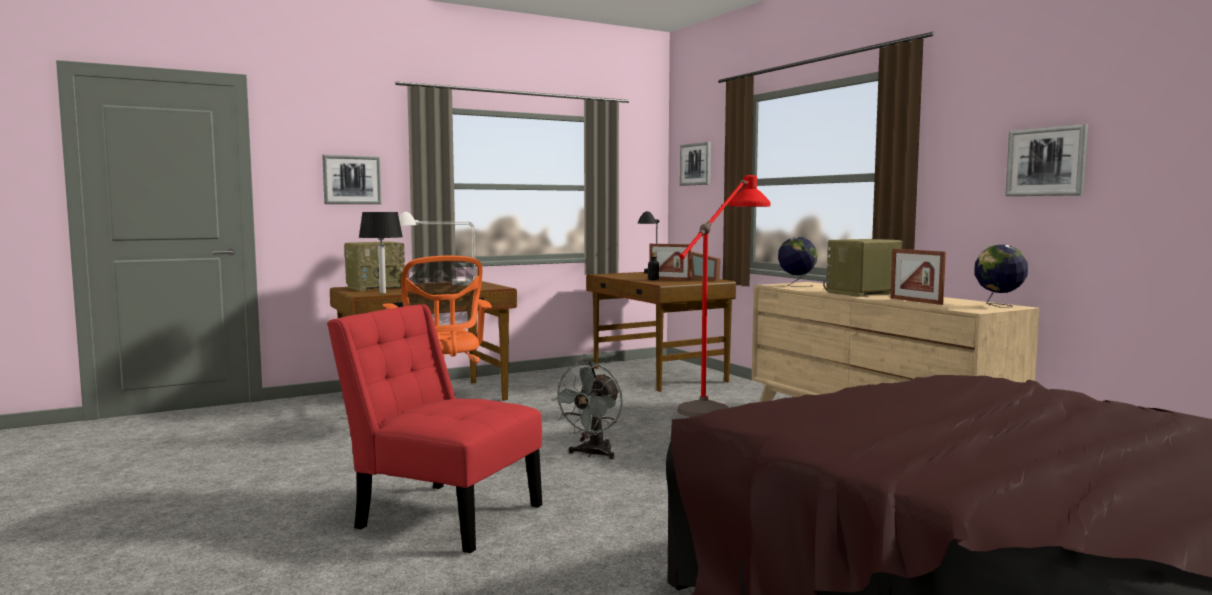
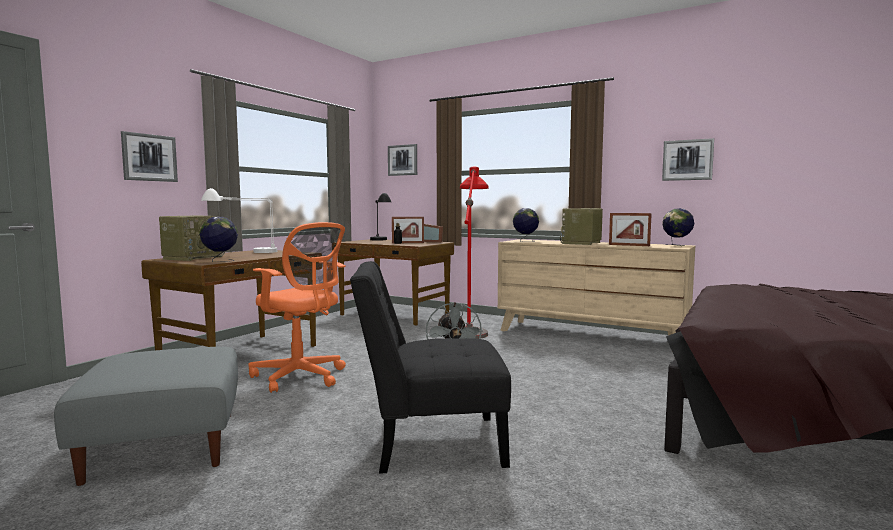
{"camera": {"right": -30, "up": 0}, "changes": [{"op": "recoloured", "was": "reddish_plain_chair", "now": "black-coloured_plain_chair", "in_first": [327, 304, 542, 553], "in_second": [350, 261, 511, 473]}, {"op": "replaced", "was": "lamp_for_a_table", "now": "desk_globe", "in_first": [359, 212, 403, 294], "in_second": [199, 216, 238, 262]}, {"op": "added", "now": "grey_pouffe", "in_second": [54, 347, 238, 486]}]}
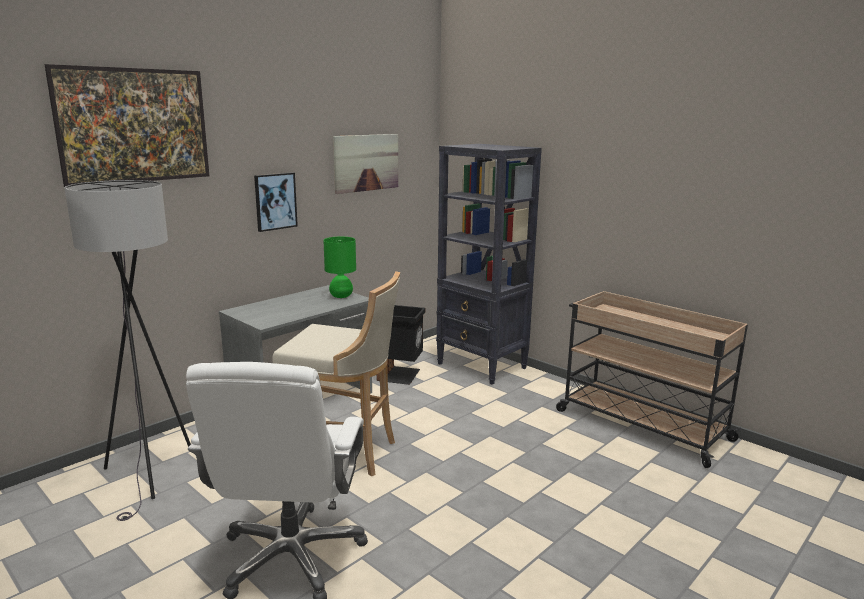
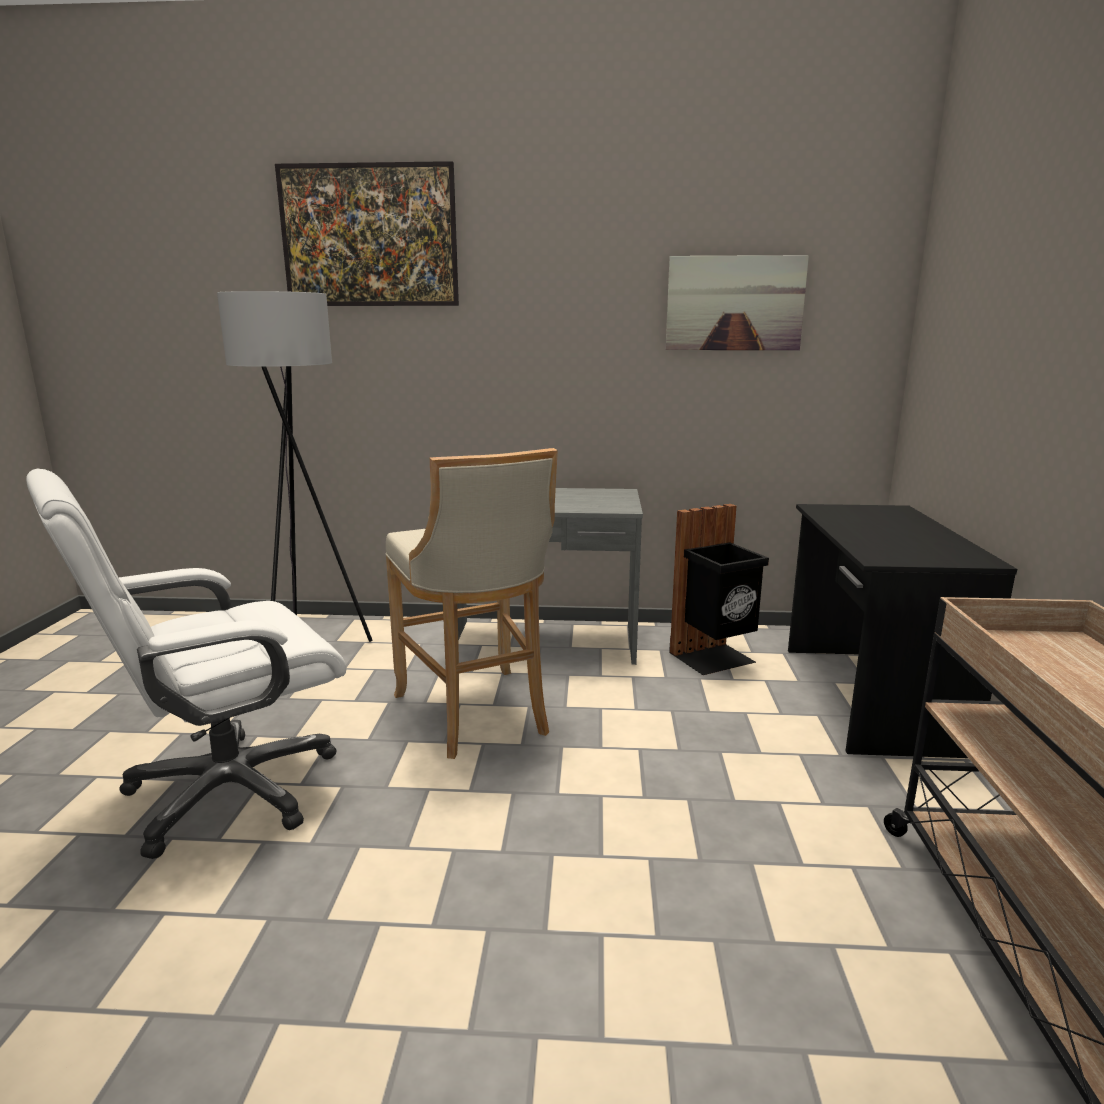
{"camera": {"right": 50, "up": 0}, "changes": [{"op": "removed", "was": "wall_picture", "in_first": [254, 172, 298, 232]}, {"op": "removed", "was": "greenish_lamp_for_a_table", "in_first": [323, 237, 356, 298]}, {"op": "replaced", "was": "black-coloured_bookcase", "now": "black-coloured_desk_table", "in_first": [436, 144, 542, 384], "in_second": [788, 504, 1017, 758]}]}
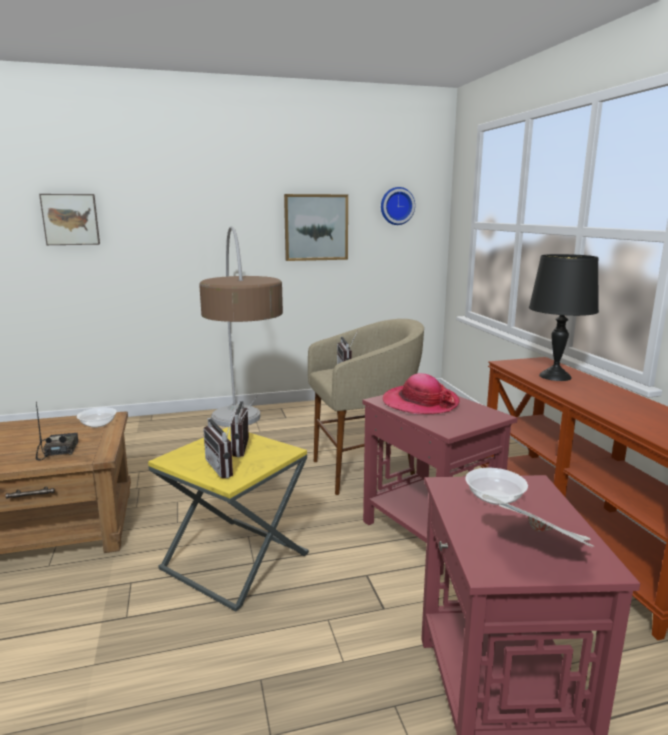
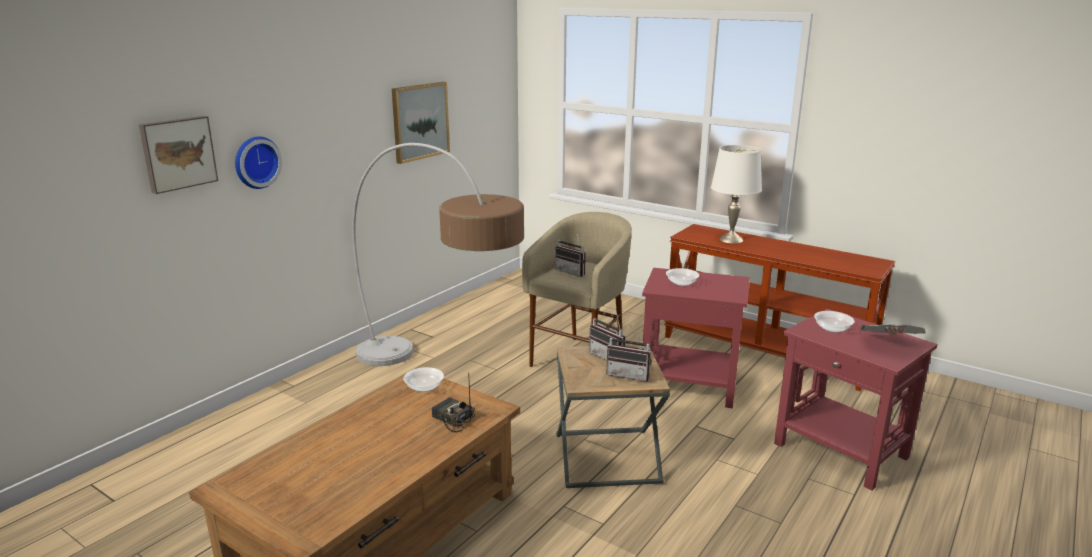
{"camera": {"right": -40, "up": 5}, "changes": [{"op": "recoloured", "was": "yellowish_side_table", "now": "brown_side_table", "in_first": [148, 427, 309, 611], "in_second": [556, 344, 670, 488]}, {"op": "moved", "was": "hanging_clock", "in_first": [381, 187, 415, 225], "in_second": [235, 136, 282, 189]}, {"op": "replaced", "was": "hat", "now": "bowl", "in_first": [383, 373, 460, 414], "in_second": [666, 268, 699, 286]}, {"op": "recoloured", "was": "black-coloured_lamp_for_a_table", "now": "whitish_lamp_for_a_table", "in_first": [529, 254, 599, 381], "in_second": [711, 145, 762, 244]}]}
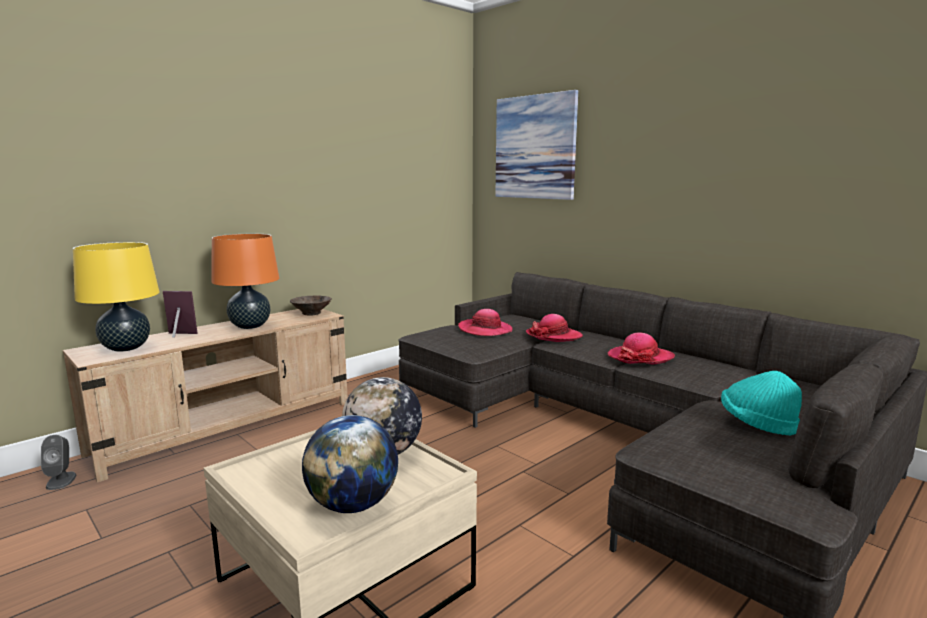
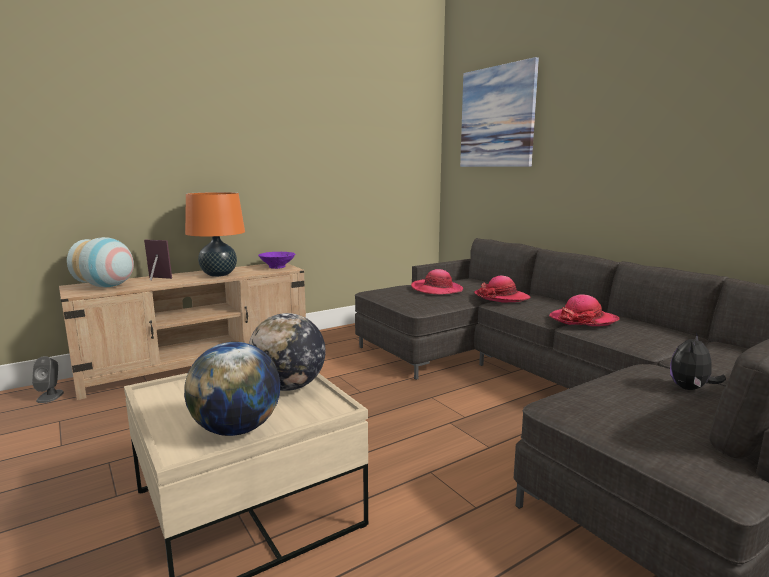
{"camera": {"right": 10, "up": 0}, "changes": [{"op": "replaced", "was": "yellowish_lamp_for_a_table", "now": "vase", "in_first": [73, 242, 159, 352], "in_second": [67, 237, 134, 287]}, {"op": "recoloured", "was": "brown_bowl", "now": "purple_bowl", "in_first": [290, 296, 332, 316], "in_second": [258, 252, 295, 269]}, {"op": "replaced", "was": "blue-green_hat", "now": "cuddly_toy", "in_first": [721, 371, 802, 436], "in_second": [670, 332, 726, 390]}]}
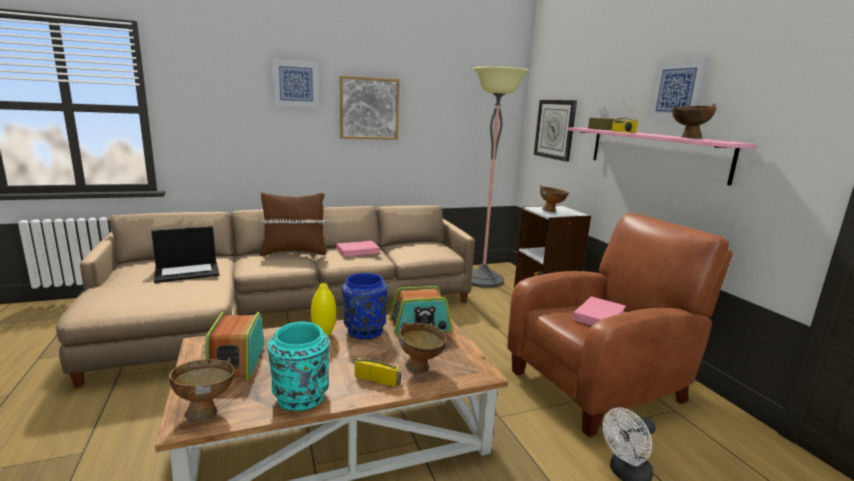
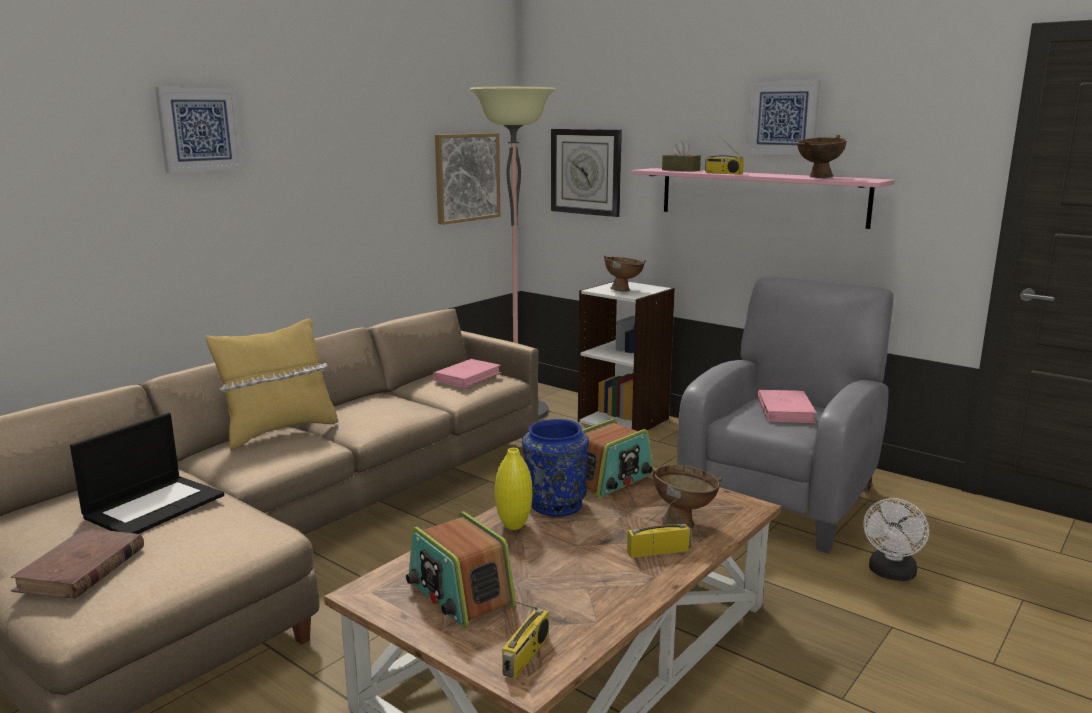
{"camera": {"right": -30, "up": 0}, "changes": [{"op": "replaced", "was": "brown_bowl", "now": "radio_receiver", "in_first": [169, 358, 235, 421], "in_second": [502, 599, 549, 679]}, {"op": "recoloured", "was": "brown_pillow", "now": "yellowish_pillow", "in_first": [260, 192, 326, 256], "in_second": [206, 319, 337, 450]}, {"op": "removed", "was": "blue-green_vase", "in_first": [268, 322, 330, 411]}, {"op": "moved", "was": "pink_volume", "in_first": [336, 241, 380, 257], "in_second": [433, 359, 502, 388]}, {"op": "moved", "was": "wall_picture", "in_first": [340, 76, 400, 140], "in_second": [435, 133, 500, 225]}, {"op": "recoloured", "was": "brown_armchair", "now": "grey_armchair", "in_first": [507, 213, 733, 437], "in_second": [677, 276, 893, 553]}, {"op": "added", "now": "brown_volume", "in_second": [11, 528, 144, 599]}]}
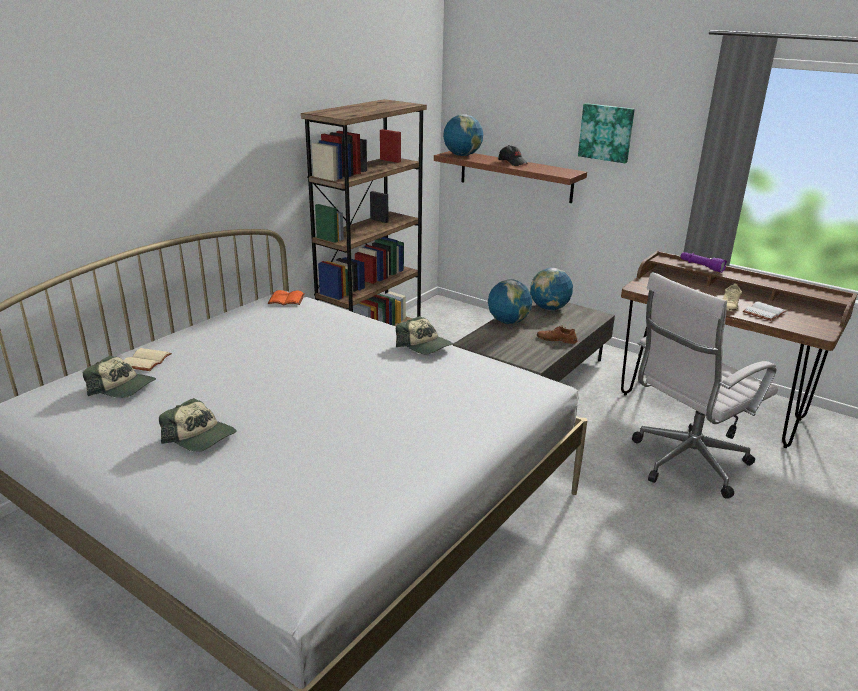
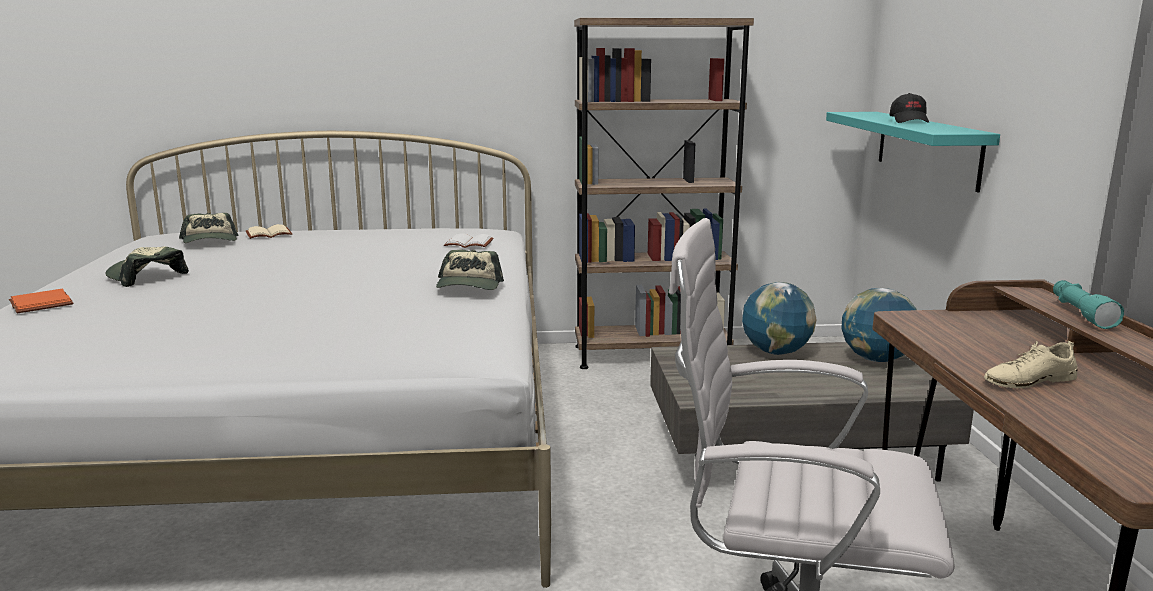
{"camera": {"right": 50, "up": -10}, "changes": [{"op": "turned", "was": "cap", "in_first": [159, 398, 236, 452], "in_second": [105, 246, 189, 287], "clockwise": 135}, {"op": "moved", "was": "orange_volume", "in_first": [267, 290, 305, 305], "in_second": [9, 289, 73, 313]}, {"op": "recoloured", "was": "brown_shelf", "now": "blue-green_shelf", "in_first": [434, 151, 587, 203], "in_second": [826, 112, 1000, 192]}, {"op": "removed", "was": "desk_globe", "in_first": [443, 114, 484, 156]}, {"op": "removed", "was": "brown_item_of_footwear", "in_first": [537, 326, 577, 344]}, {"op": "removed", "was": "wall_picture", "in_first": [578, 103, 635, 163]}, {"op": "recoloured", "was": "purple_hand_torch", "now": "blue-green_hand_torch", "in_first": [680, 252, 727, 273], "in_second": [1053, 280, 1124, 329]}, {"op": "moved", "was": "whitish_volume", "in_first": [743, 302, 786, 321], "in_second": [444, 233, 494, 248]}]}
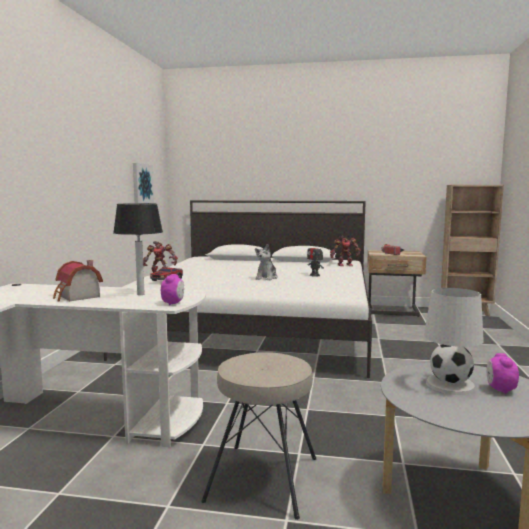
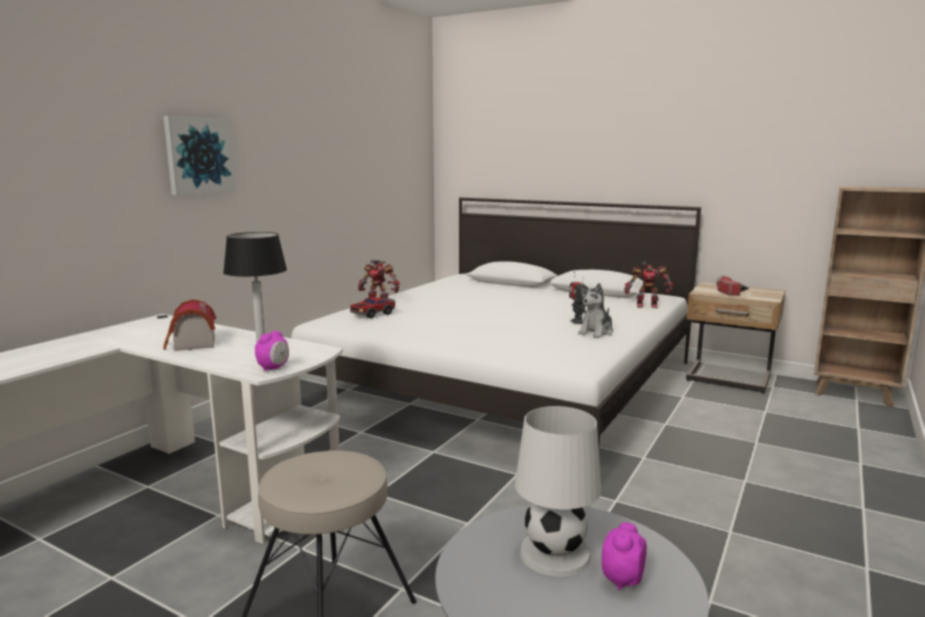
{"camera": {"right": 20, "up": 5}, "changes": [{"op": "moved", "was": "wall_picture", "in_first": [133, 163, 154, 203], "in_second": [163, 116, 236, 195]}, {"op": "moved", "was": "cuddly_toy", "in_first": [255, 244, 278, 280], "in_second": [578, 283, 613, 338]}]}
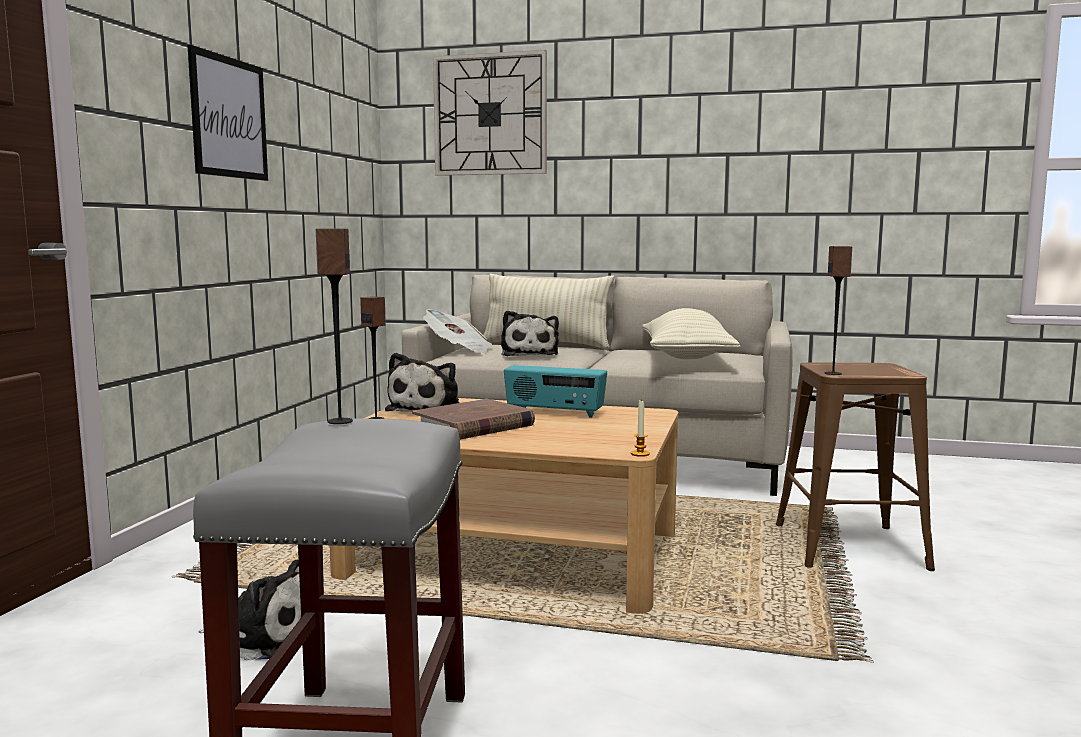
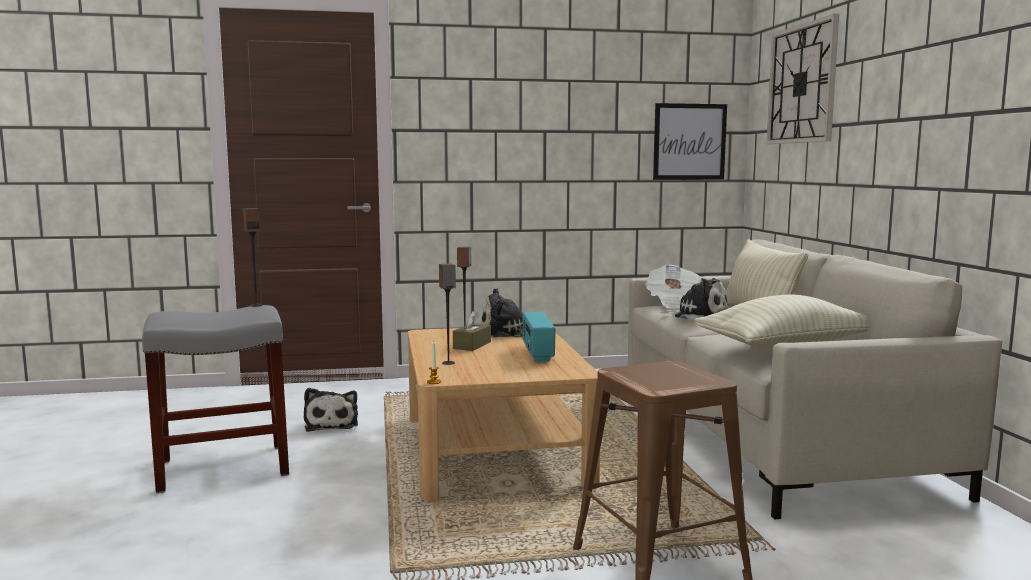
{"camera": {"right": 65, "up": 0}, "changes": [{"op": "moved", "was": "wall_picture", "in_first": [187, 45, 268, 181], "in_second": [653, 103, 727, 180]}, {"op": "replaced", "was": "brown_volume", "now": "brown_tissue_box", "in_first": [412, 399, 535, 440], "in_second": [453, 311, 491, 351]}, {"op": "turned", "was": "cuddly_toy", "in_first": [501, 310, 559, 356], "in_second": [660, 278, 728, 320], "clockwise": -120}, {"op": "moved", "was": "audio_speaker", "in_first": [825, 246, 852, 375], "in_second": [439, 263, 456, 365]}]}
